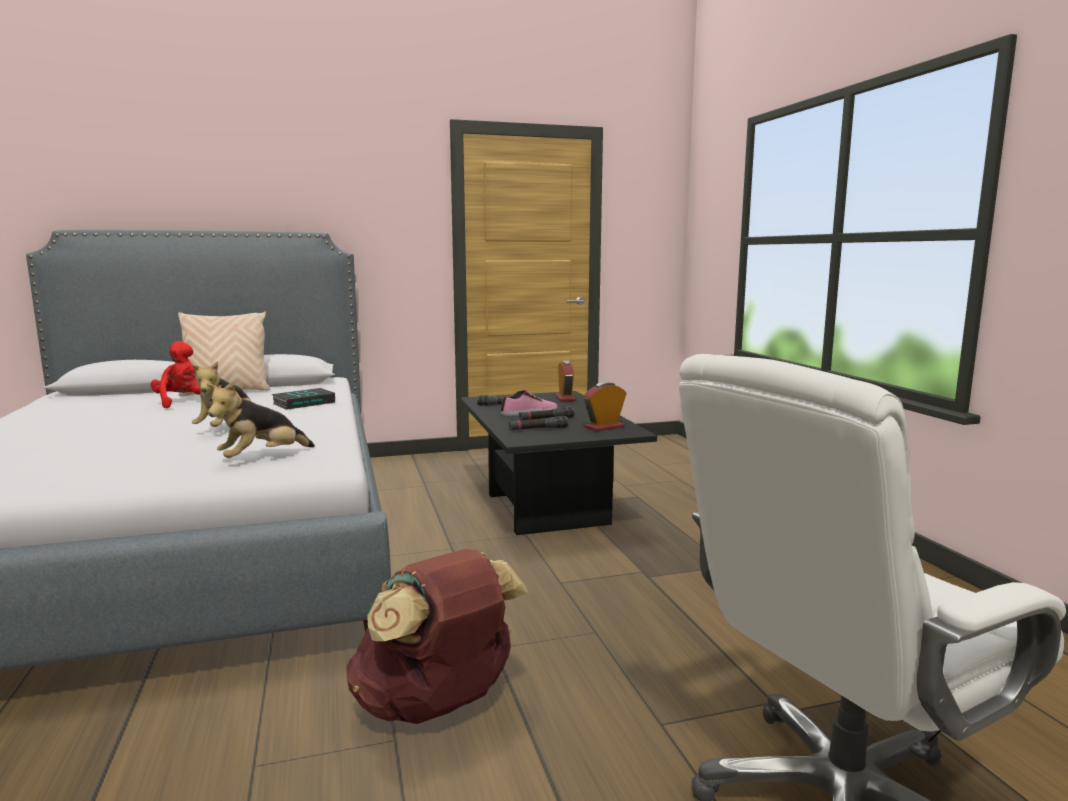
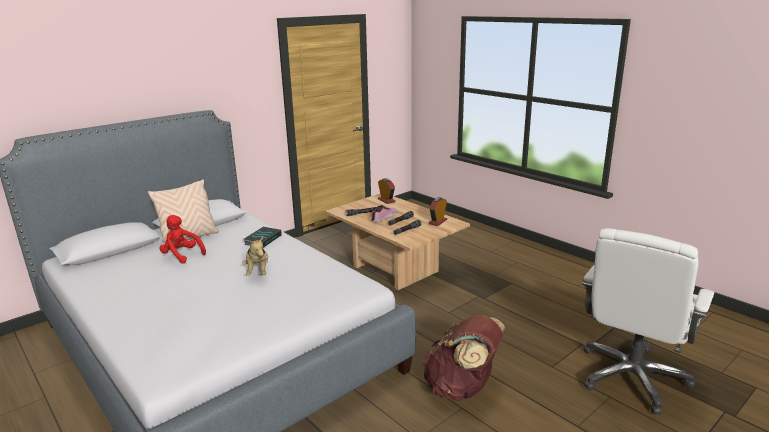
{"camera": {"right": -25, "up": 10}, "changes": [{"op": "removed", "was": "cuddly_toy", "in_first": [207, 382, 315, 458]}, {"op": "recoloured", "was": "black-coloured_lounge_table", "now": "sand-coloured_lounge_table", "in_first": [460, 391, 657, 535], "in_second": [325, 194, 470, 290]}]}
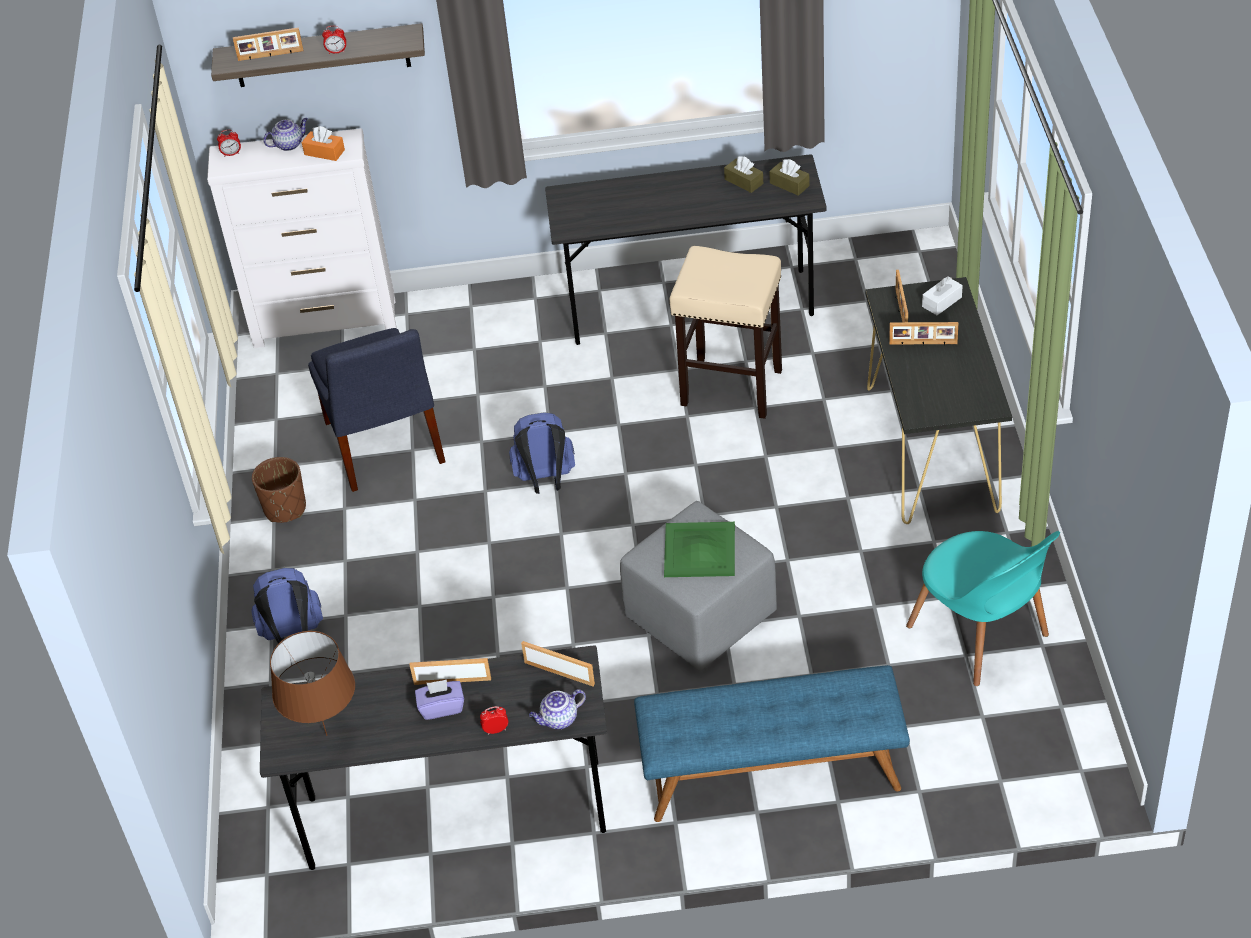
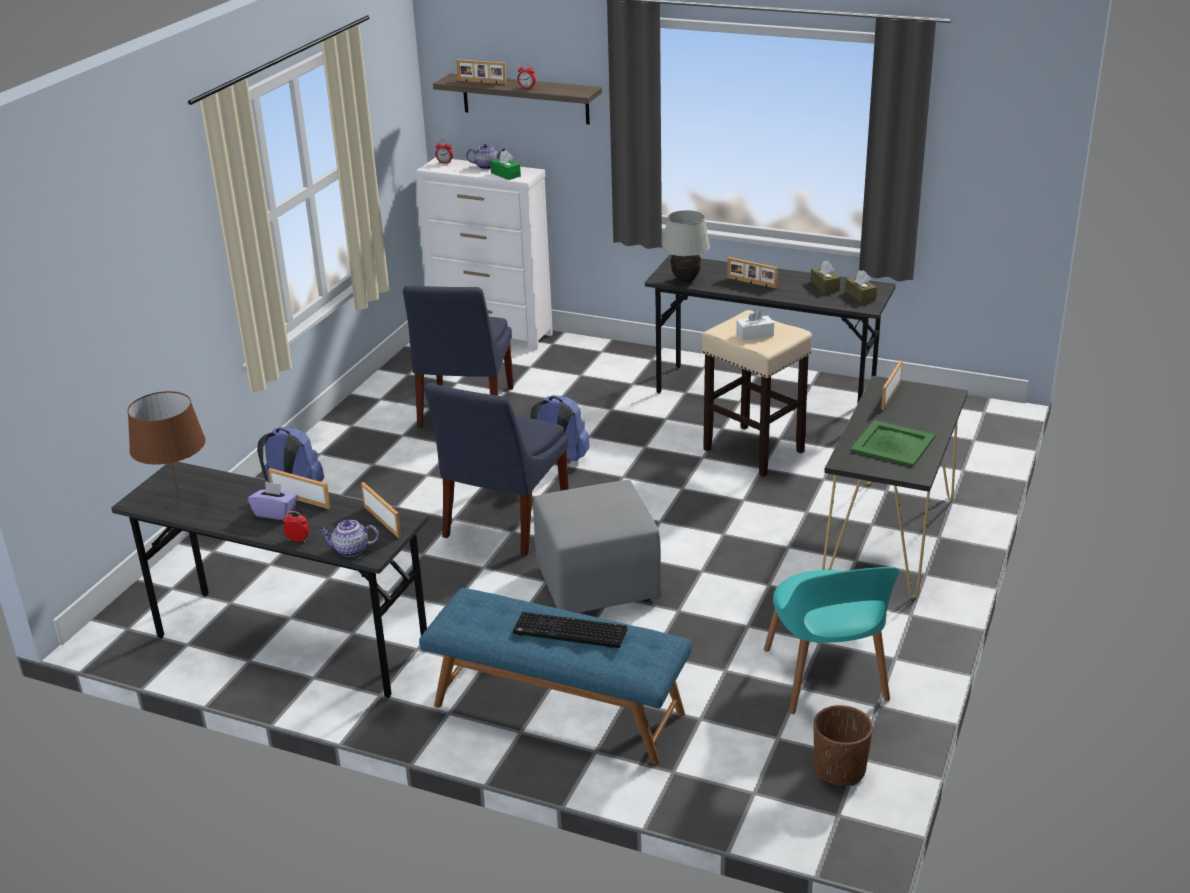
{"camera": {"right": 25, "up": -15}, "changes": [{"op": "moved", "was": "brown_planter", "in_first": [252, 457, 306, 523], "in_second": [814, 705, 873, 786]}, {"op": "recoloured", "was": "orange_tissue_box", "now": "greenish_tissue_box", "in_first": [302, 126, 345, 161], "in_second": [490, 150, 521, 180]}, {"op": "moved", "was": "greenish_carrying_tray", "in_first": [664, 522, 735, 577], "in_second": [850, 420, 935, 467]}, {"op": "moved", "was": "photo_frame", "in_first": [889, 322, 958, 345], "in_second": [727, 257, 778, 289]}, {"op": "moved", "was": "whitish_tissue_box", "in_first": [922, 276, 963, 315], "in_second": [736, 309, 774, 340]}, {"op": "added", "now": "blue-coloured_plain_chair", "in_second": [424, 383, 568, 556]}, {"op": "added", "now": "keyboard", "in_second": [513, 612, 627, 648]}, {"op": "added", "now": "whitish_lamp_for_a_table", "in_second": [662, 210, 710, 283]}]}
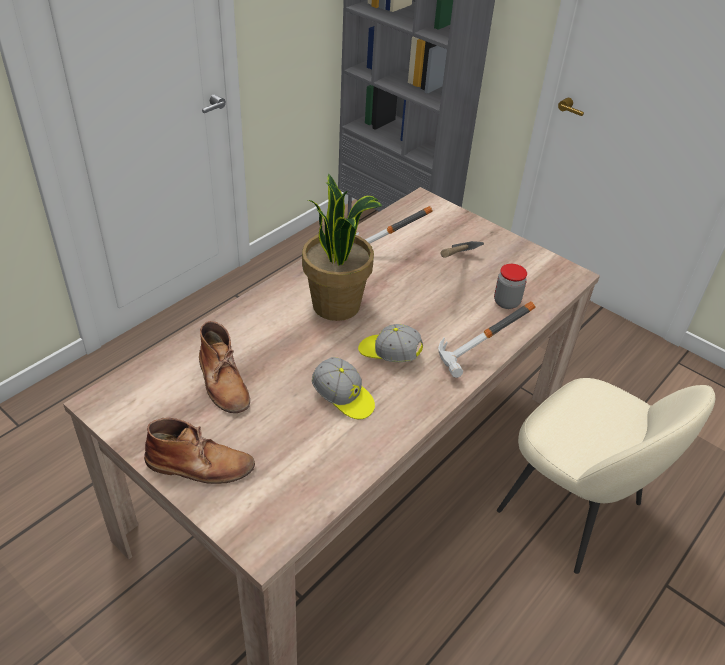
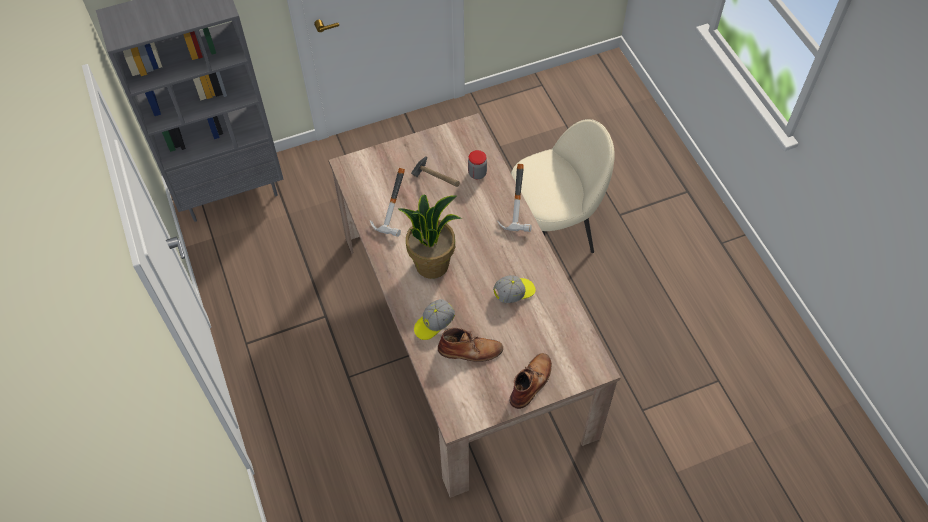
{"camera": {"right": -60, "up": 15}, "changes": [{"op": "moved", "was": "cap", "in_first": [358, 324, 423, 362], "in_second": [414, 299, 455, 340]}]}
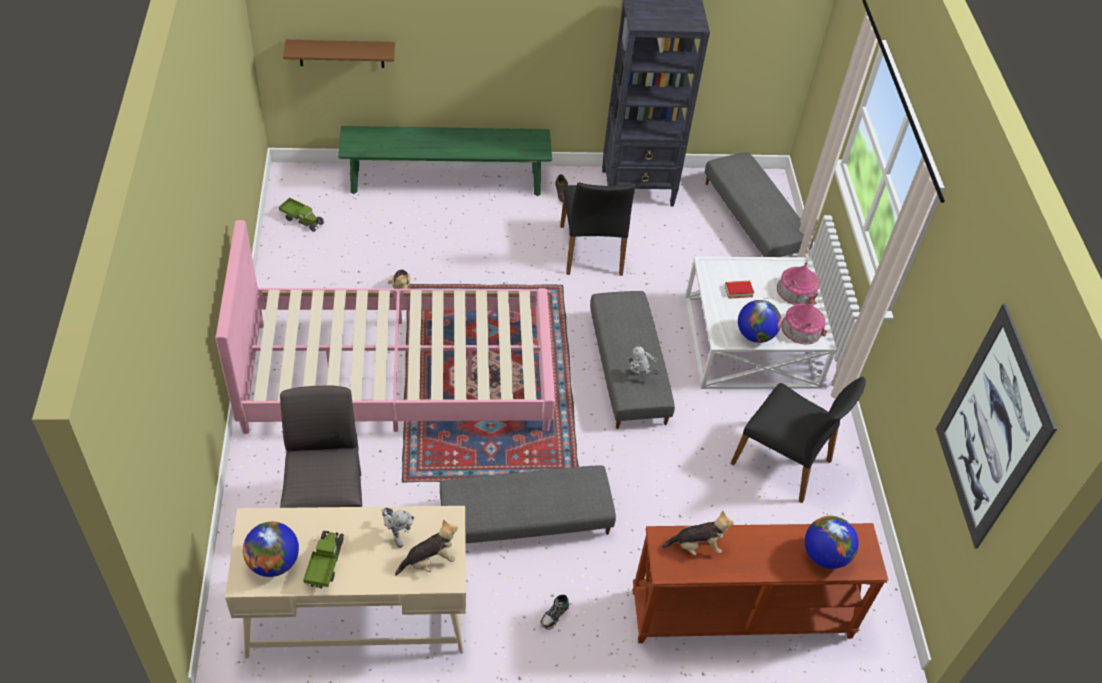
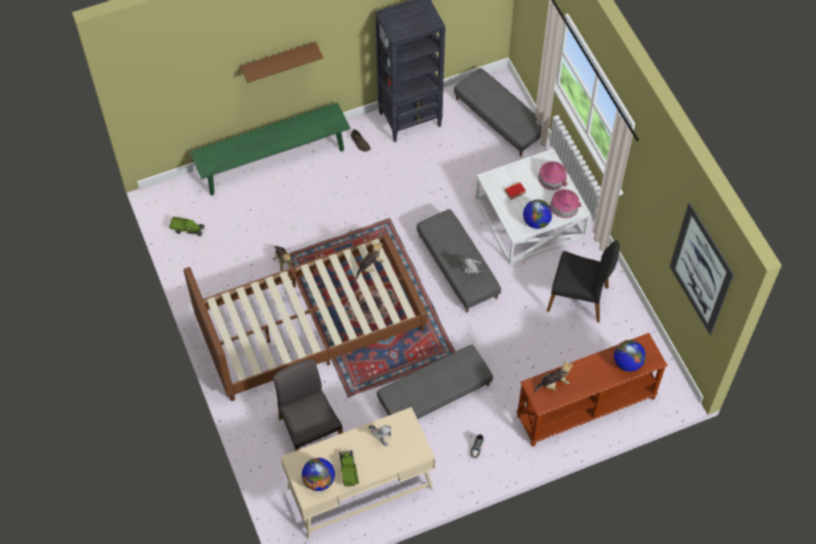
{"camera": {"right": -15, "up": 10}, "changes": [{"op": "recoloured", "was": "pink_bed", "now": "brown_bed", "in_first": [215, 220, 555, 434], "in_second": [184, 233, 428, 401]}, {"op": "moved", "was": "brown_shelf", "in_first": [283, 40, 395, 68], "in_second": [240, 42, 323, 83]}, {"op": "moved", "was": "cuddly_toy", "in_first": [395, 519, 458, 576], "in_second": [356, 242, 384, 279]}, {"op": "removed", "was": "black-coloured_plain_chair", "in_first": [560, 183, 636, 276]}]}
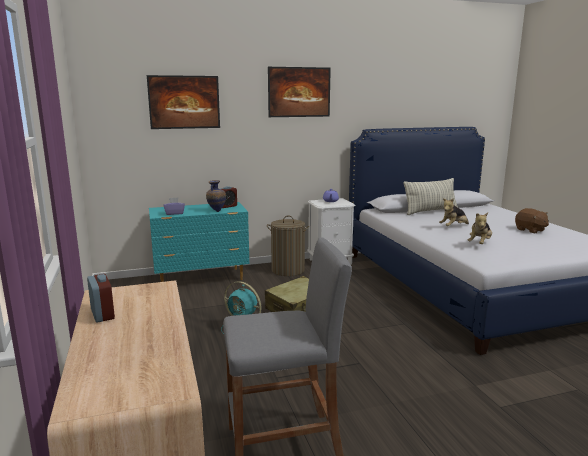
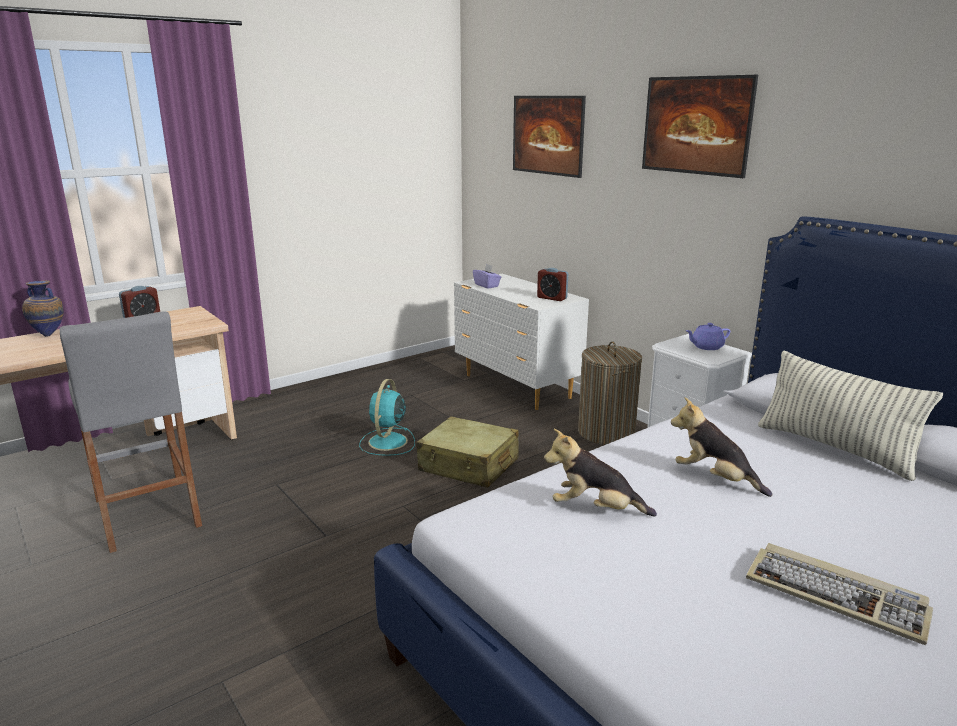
{"camera": {"right": 70, "up": 5}, "changes": [{"op": "recoloured", "was": "blue-green_chest_of_drawers", "now": "whitish_chest_of_drawers", "in_first": [149, 202, 249, 282], "in_second": [454, 274, 589, 410]}, {"op": "moved", "was": "vase", "in_first": [206, 180, 226, 212], "in_second": [22, 280, 64, 337]}, {"op": "replaced", "was": "brown_cuddly_toy", "now": "keyboard", "in_first": [515, 208, 549, 233], "in_second": [746, 543, 933, 645]}]}
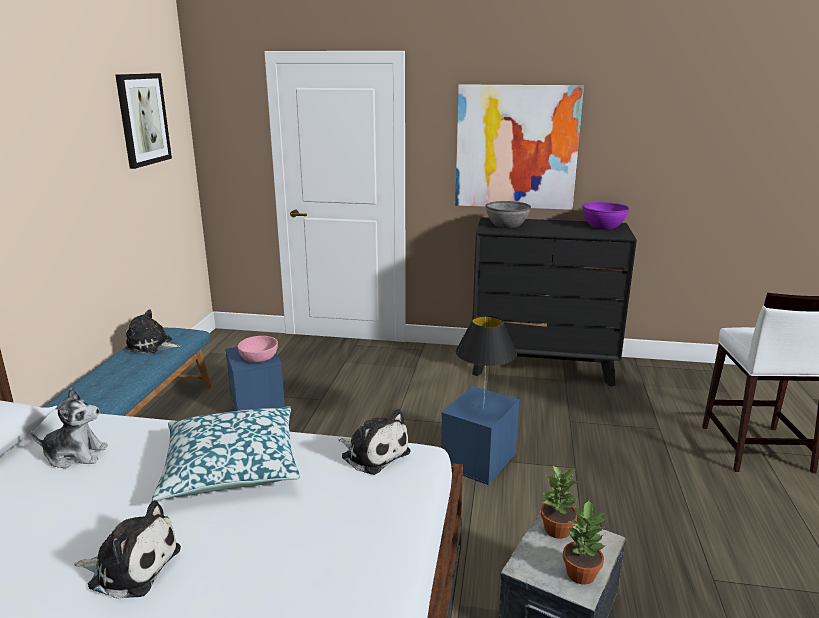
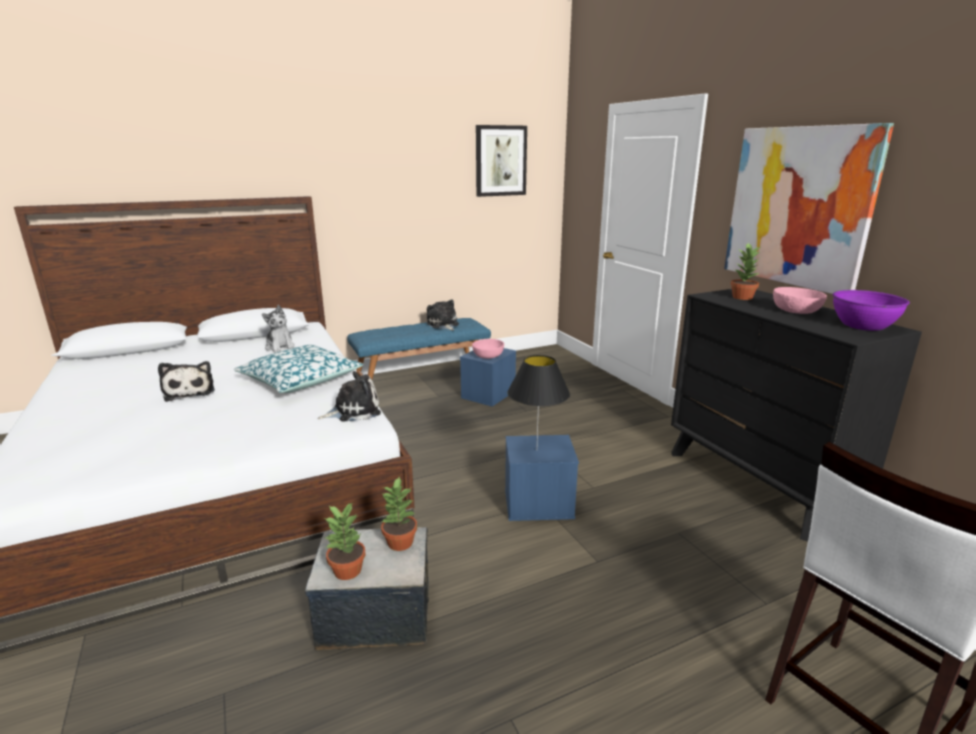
{"camera": {"right": 55, "up": 0}, "changes": [{"op": "turned", "was": "cuddly_toy", "in_first": [338, 409, 411, 475], "in_second": [318, 371, 381, 422], "clockwise": -120}, {"op": "replaced", "was": "grey_bowl", "now": "potted_plant", "in_first": [485, 201, 531, 228], "in_second": [731, 243, 761, 300]}, {"op": "added", "now": "pink_bowl", "in_second": [773, 287, 827, 314]}]}
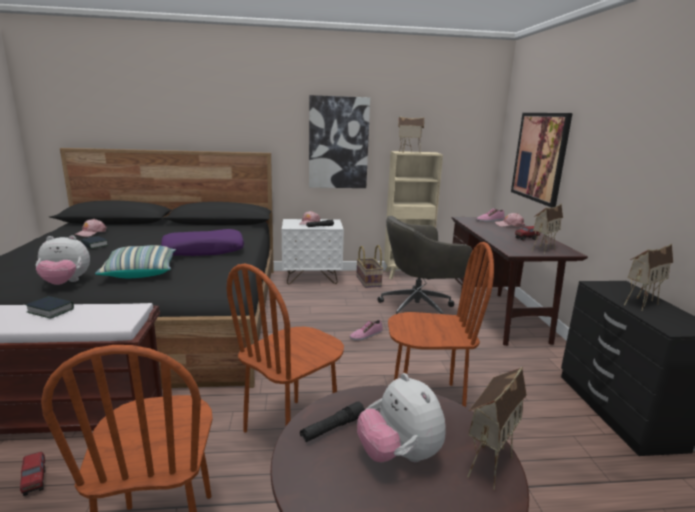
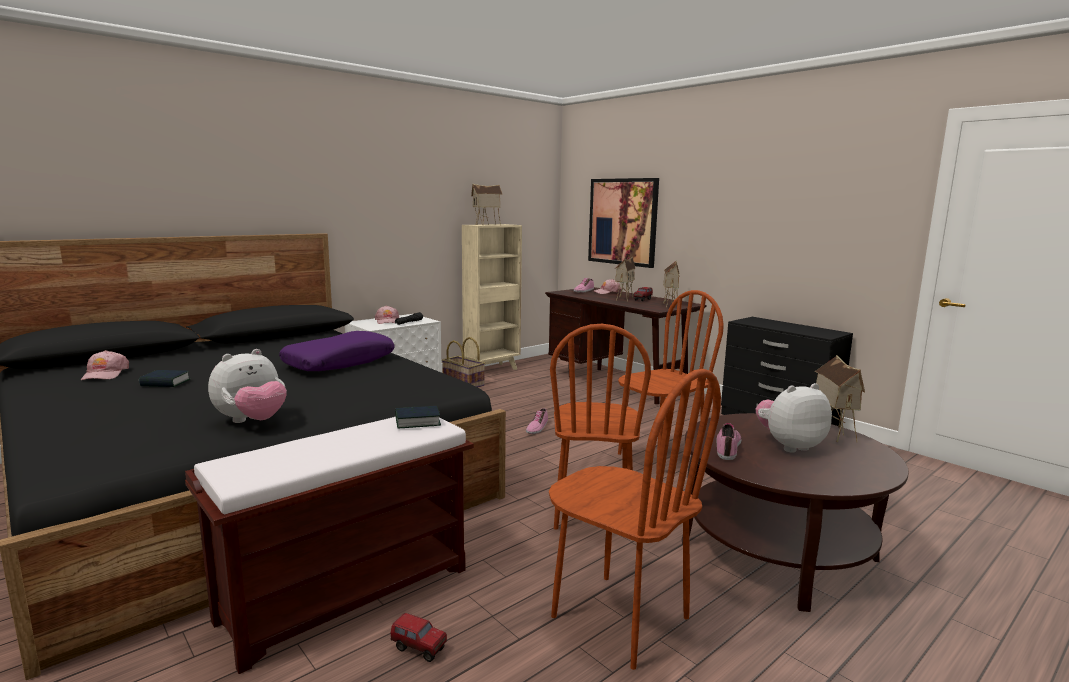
{"camera": {"right": -35, "up": -5}, "changes": [{"op": "moved", "was": "volume", "in_first": [25, 296, 74, 319], "in_second": [395, 406, 441, 428]}, {"op": "removed", "was": "pillow", "in_first": [95, 245, 176, 278]}, {"op": "replaced", "was": "black-coloured_hand_torch", "now": "item_of_footwear", "in_first": [300, 401, 365, 442], "in_second": [716, 423, 741, 460]}, {"op": "removed", "was": "wall_picture", "in_first": [309, 95, 370, 188]}, {"op": "turned", "was": "cuddly_toy", "in_first": [357, 373, 446, 463], "in_second": [756, 383, 832, 453], "clockwise": 135}, {"op": "removed", "was": "grey_computer_chair", "in_first": [377, 216, 472, 314]}, {"op": "moved", "was": "toy_house", "in_first": [624, 244, 673, 310], "in_second": [615, 257, 635, 301]}]}
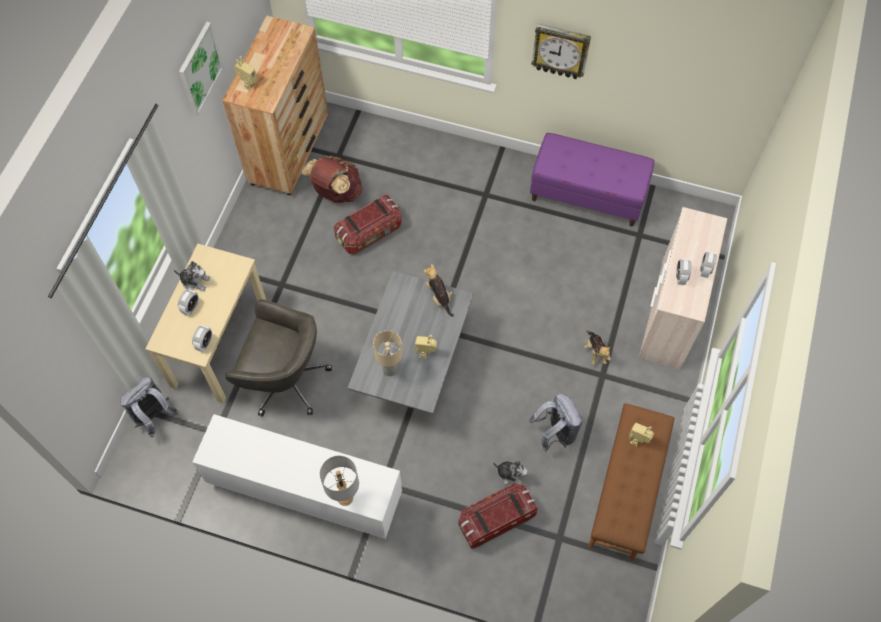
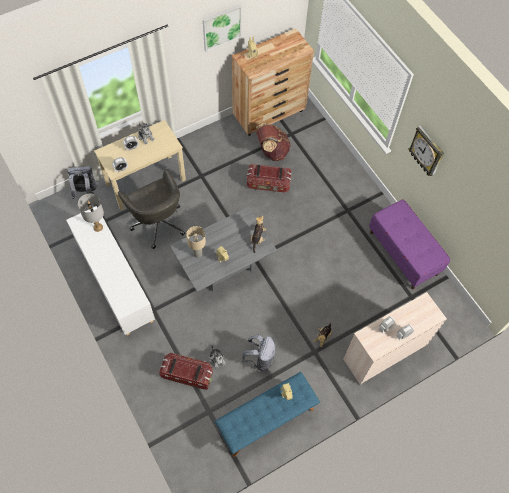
{"camera": {"right": 40, "up": 0}, "changes": [{"op": "moved", "was": "grey_lamp_for_a_table", "in_first": [320, 456, 359, 506], "in_second": [78, 194, 104, 232]}, {"op": "recoloured", "was": "brown_long_seat", "now": "blue-coloured_long_seat", "in_first": [588, 403, 675, 561], "in_second": [215, 372, 320, 457]}]}
